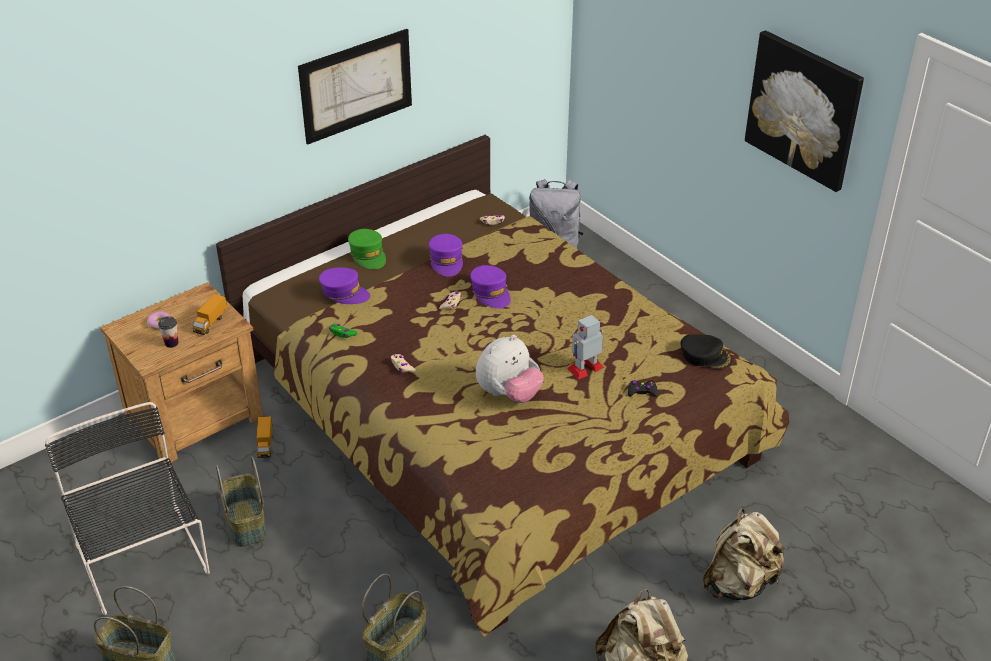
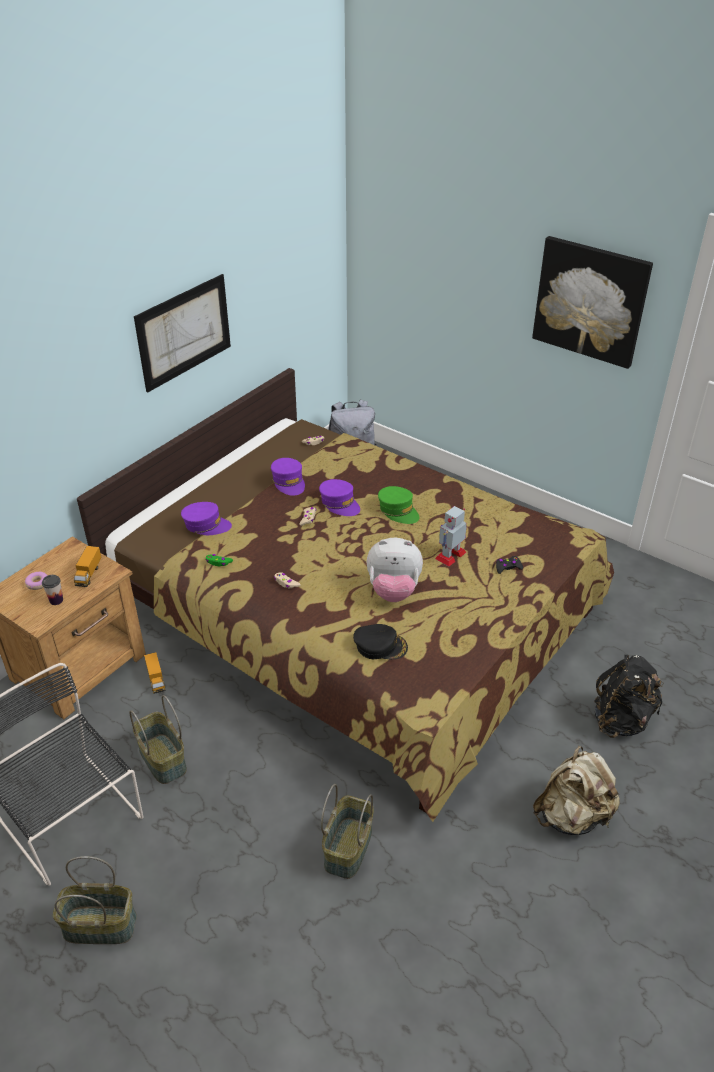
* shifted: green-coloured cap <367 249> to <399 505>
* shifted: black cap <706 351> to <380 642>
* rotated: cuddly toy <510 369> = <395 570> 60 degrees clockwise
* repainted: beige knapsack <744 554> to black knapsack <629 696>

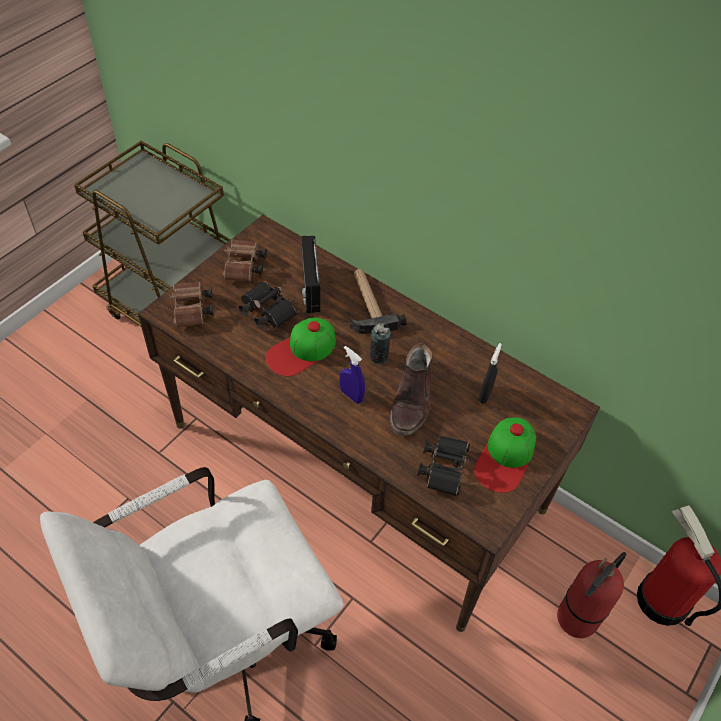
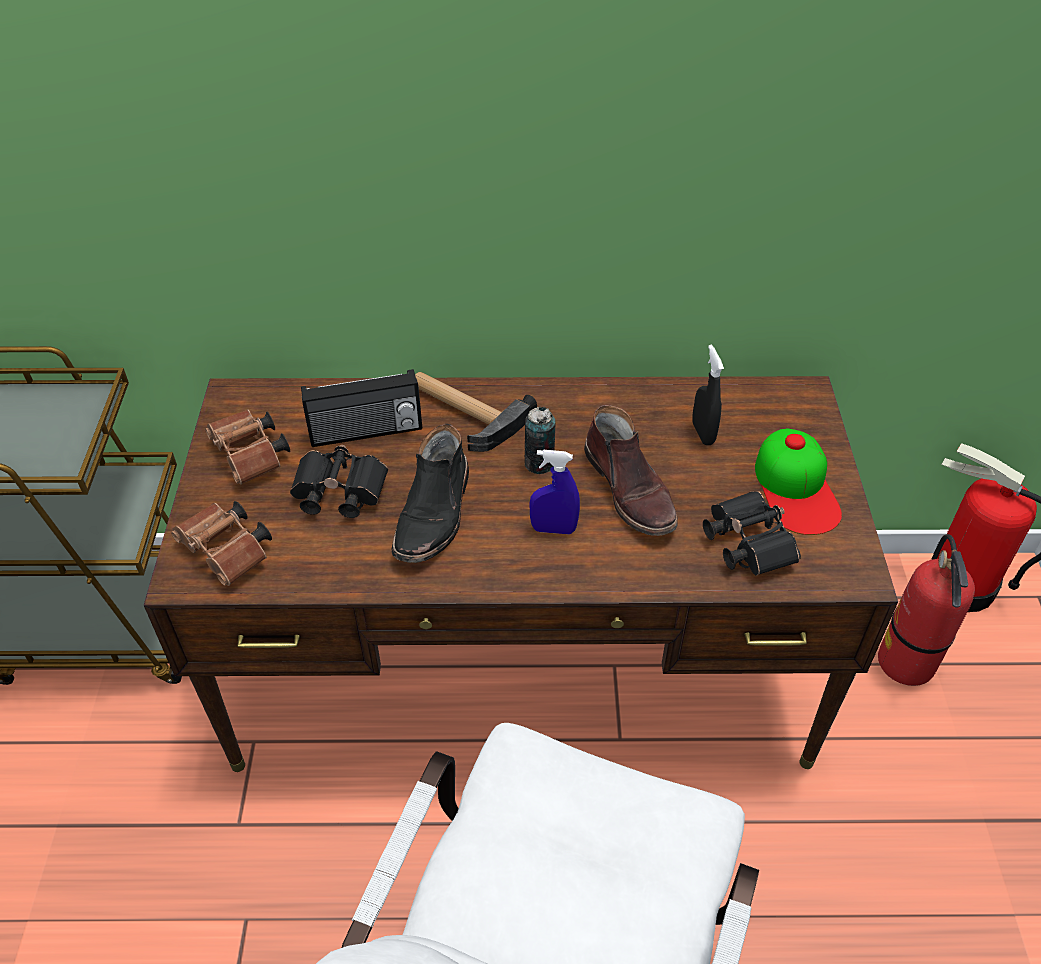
* rotated: radio <311 274> = <361 408> 60 degrees counterclockwise
* swapped: cap <301 346> to black tall boot <430 493>

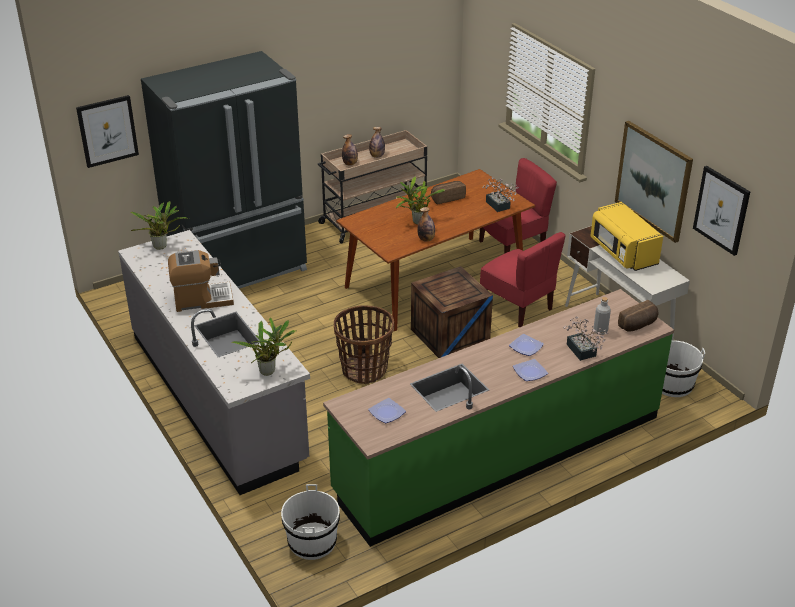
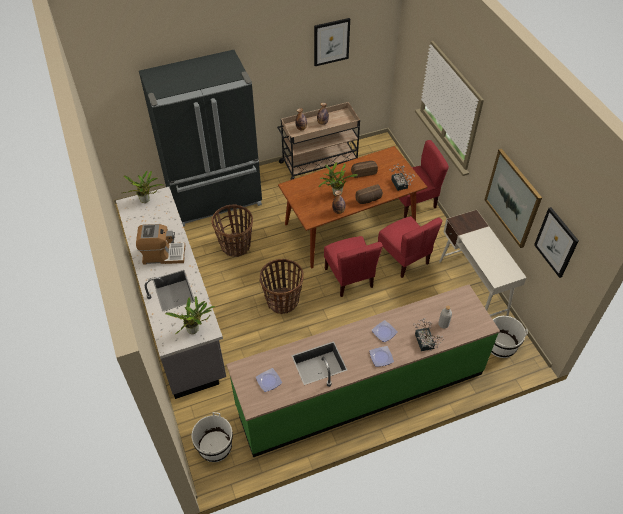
* shifted: wall picture <107 131> to <332 42>
* gone: yellow microwave oven <626 236>
* swapped: crate <452 312> to red-coloured upright chair <353 266>
* shifted: baked bread <638 316> to <369 194>
* new: basket <232 230>

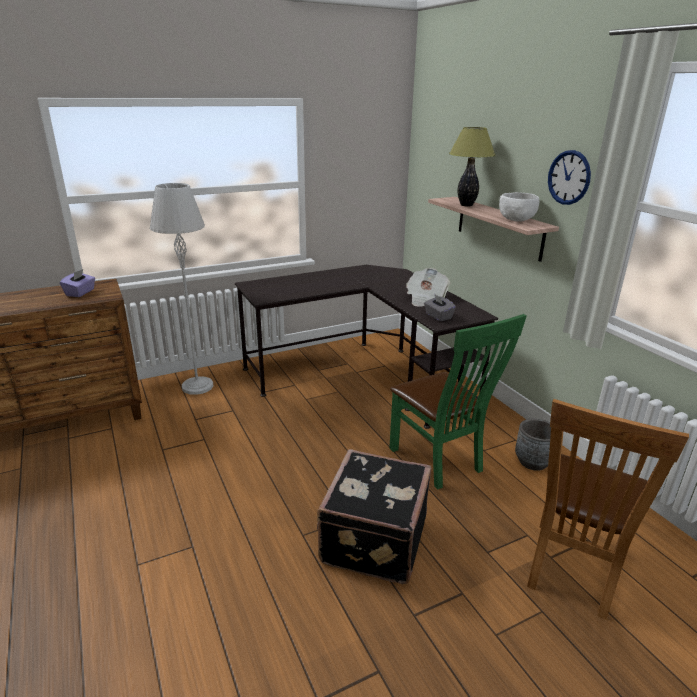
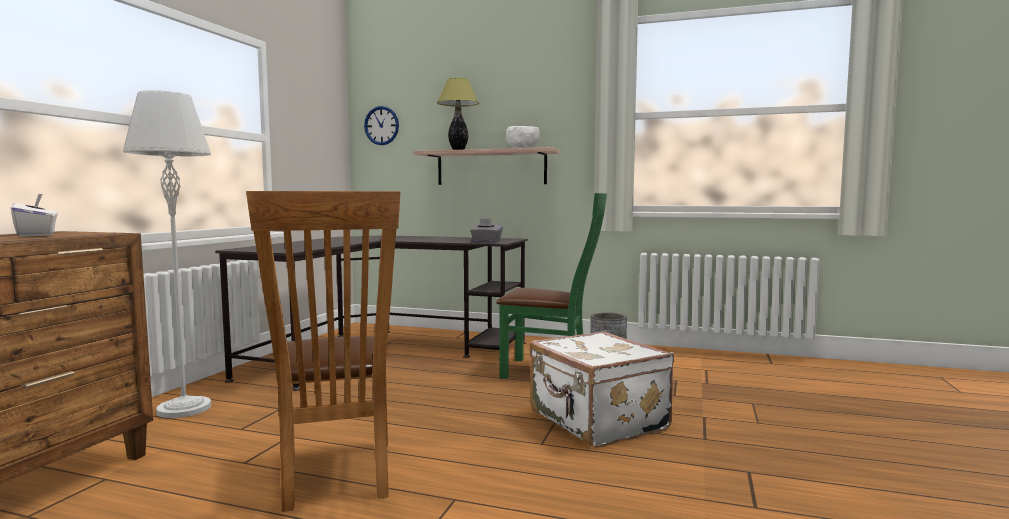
* shifted: clock on the wall <569 177> to <381 125>
* gone: printed paper <428 287>
* repainted: purple tissue box <77 283> to whitish tissue box <34 215>
* shifted: brown upright chair <608 509> to <323 351>
* repainted: black suitcase <374 516> to whitish suitcase <602 389>

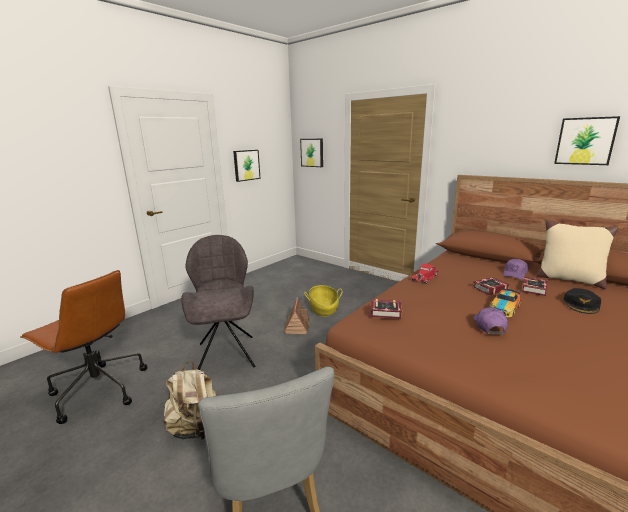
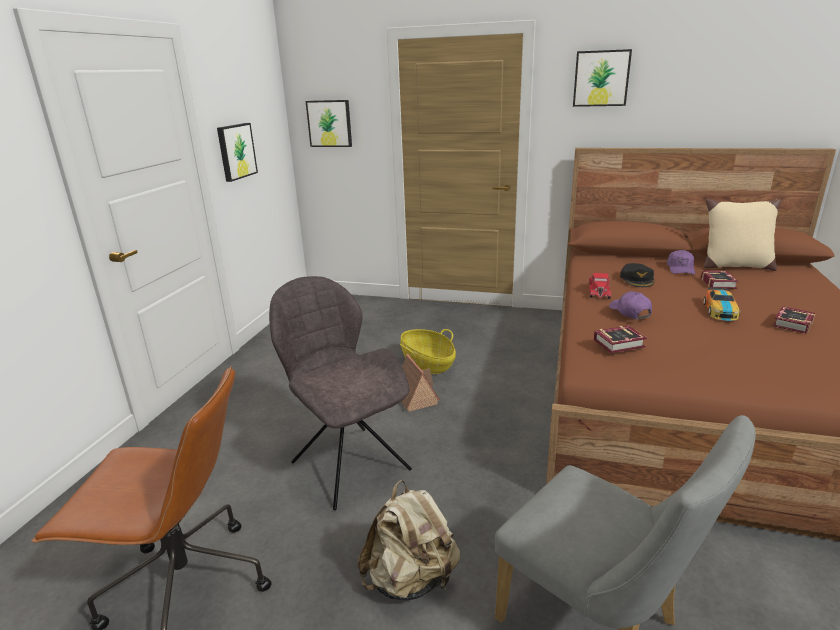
* shifted: wall picture <587 140> to <602 78>
* shifted: book <491 286> to <794 320>
* shifted: black cap <582 301> to <637 275>
* shifted: purple cap <491 320> to <630 305>

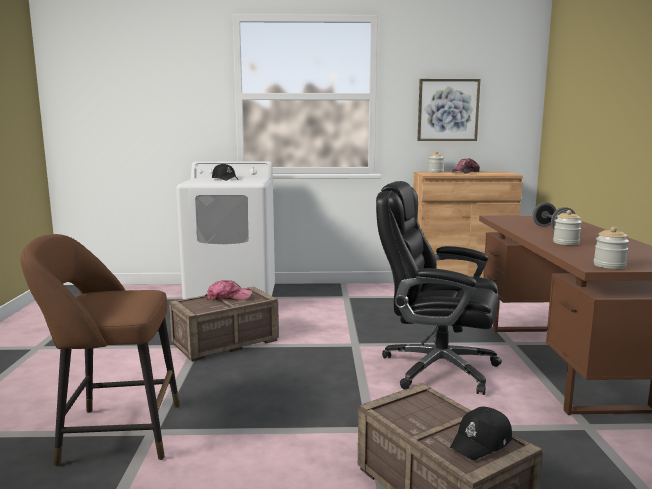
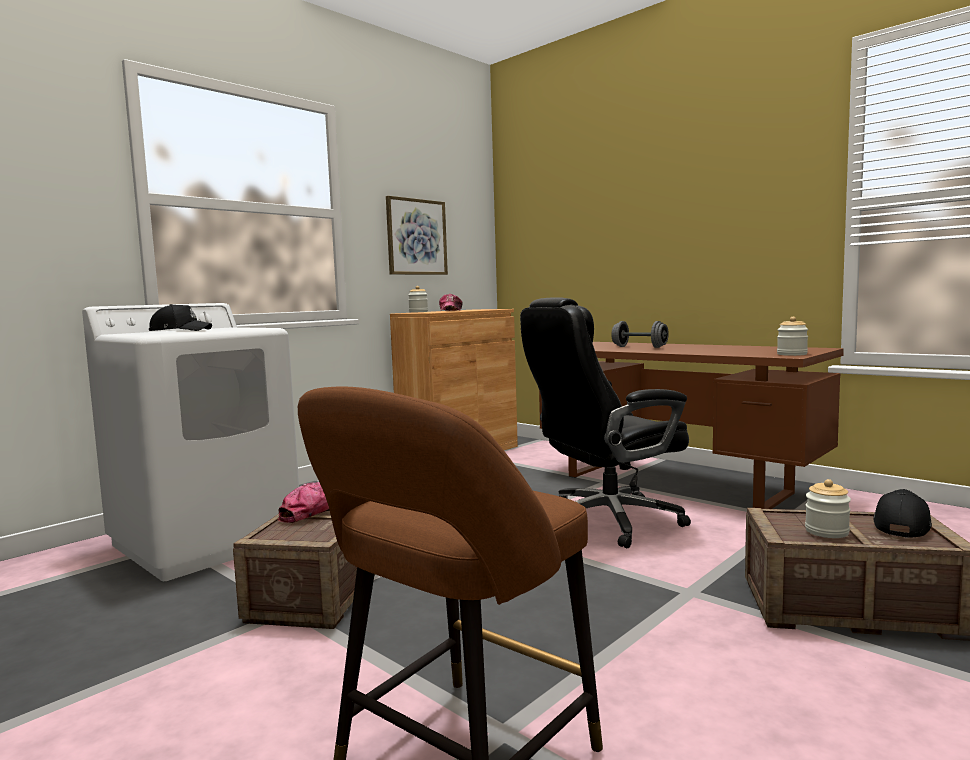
* shifted: storage jar <567 227> to <828 508>
* rotated: black cap <481 433> = <902 513> 150 degrees counterclockwise

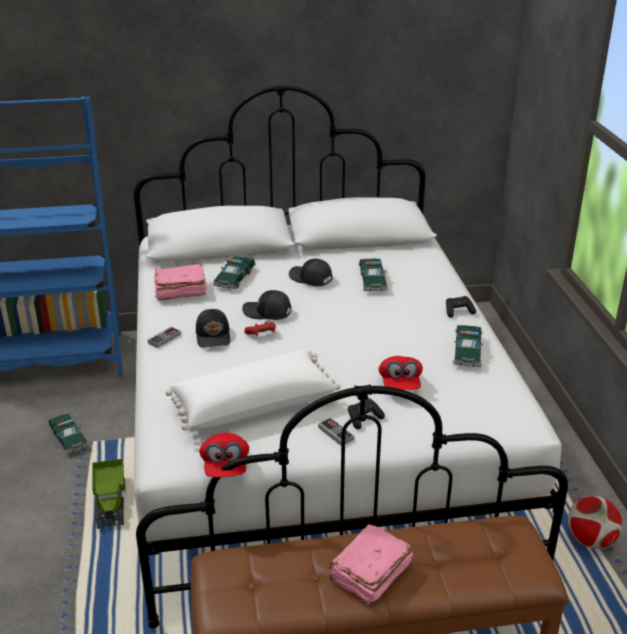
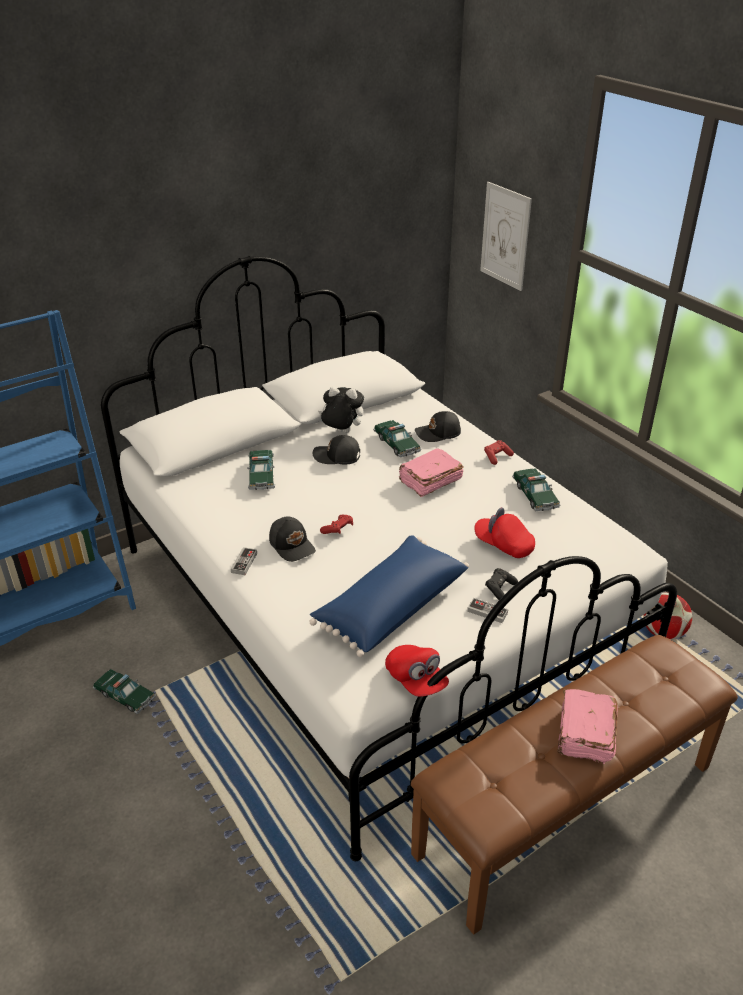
* shifted: pink book <180 282> to <431 472>
* shifted: black cap <266 305> to <438 426>
* repainted: black gamepad <461 307> to red-coloured gamepad <499 452>
* repainted: whitish pillow <253 390> to bluish pillow <389 596>
* rotated: red-coloured cap <400 373> = <504 532> 150 degrees clockwise
* gone: toy lorry <109 494>
* new: wall picture <506 236>
* new: cuddly toy <341 409>

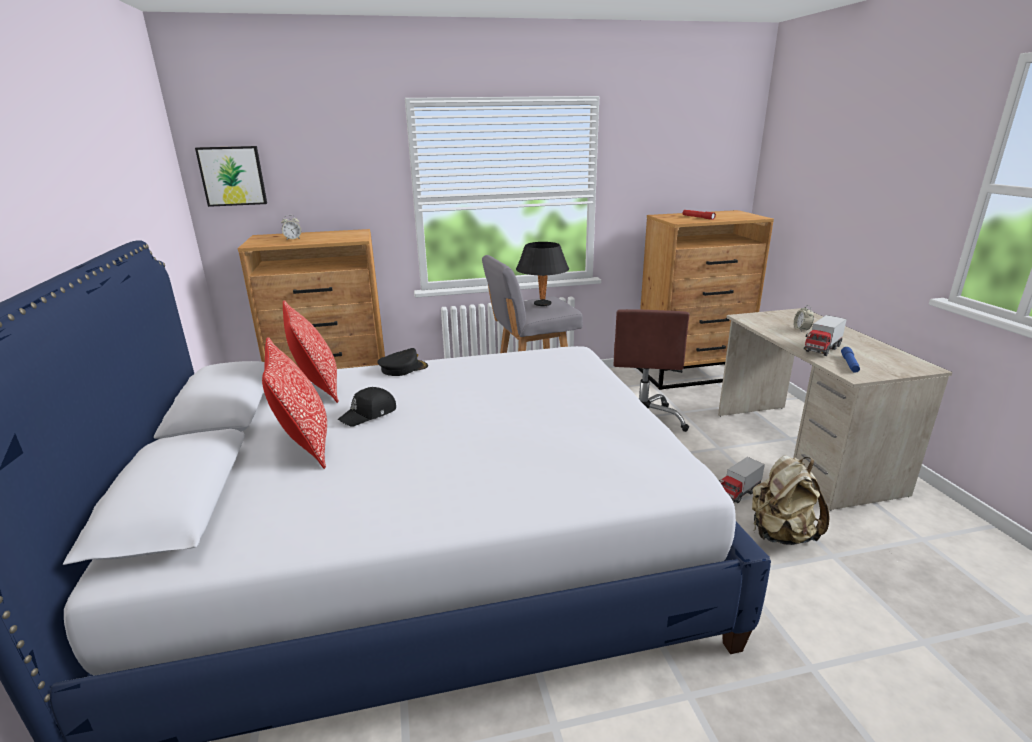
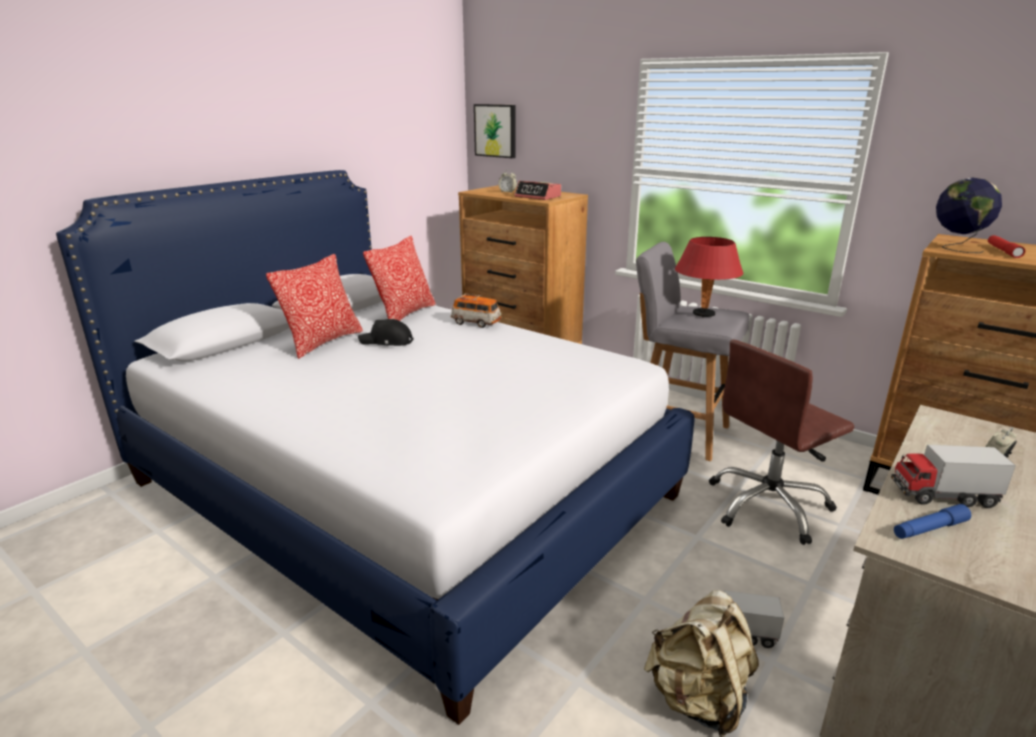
* repainted: black lamp for a table <542 274> to red-coloured lamp for a table <709 277>
* swapped: black cap <402 362> to model car <476 311>
* new: globe <969 215>
* new: bedside clock <537 190>

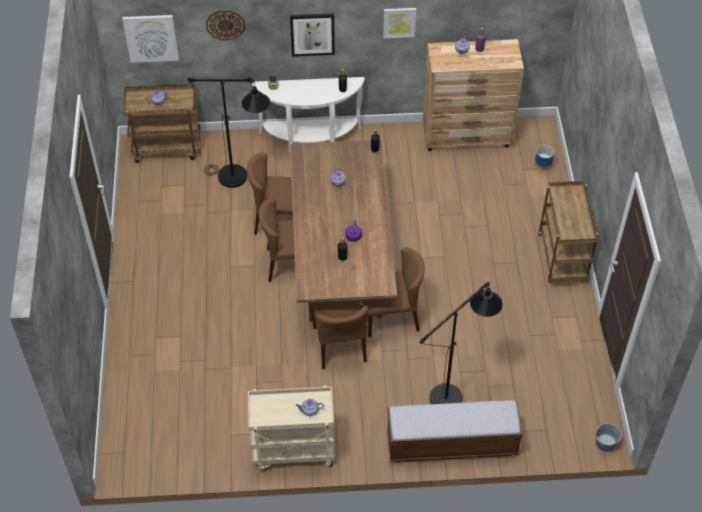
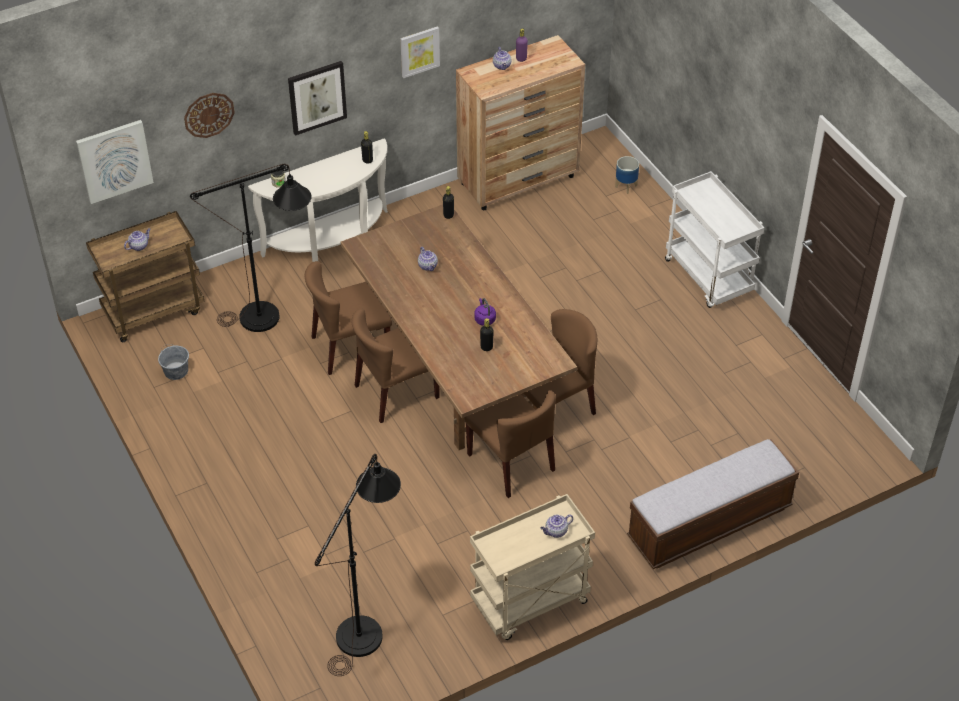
* repainted: brown trolley <568 231> to whitish trolley <715 239>
* shifted: black floor lamp <461 343> to <358 565>
* shifted: greyish water bucket <608 437> to <173 362>

